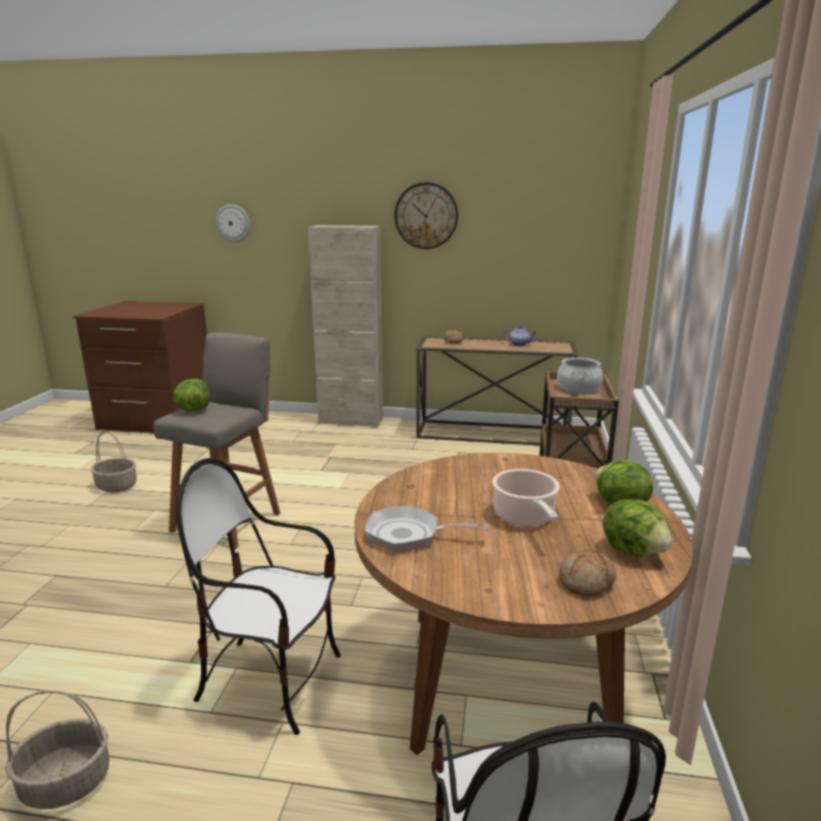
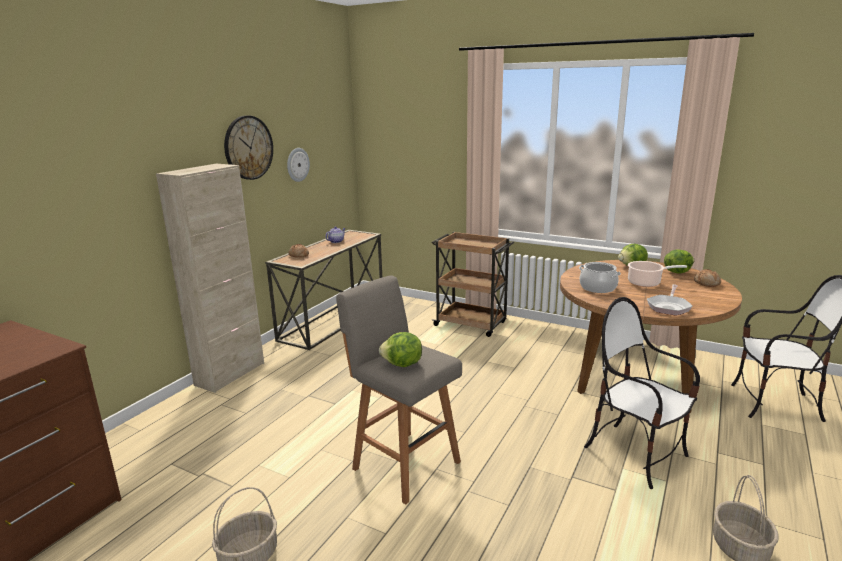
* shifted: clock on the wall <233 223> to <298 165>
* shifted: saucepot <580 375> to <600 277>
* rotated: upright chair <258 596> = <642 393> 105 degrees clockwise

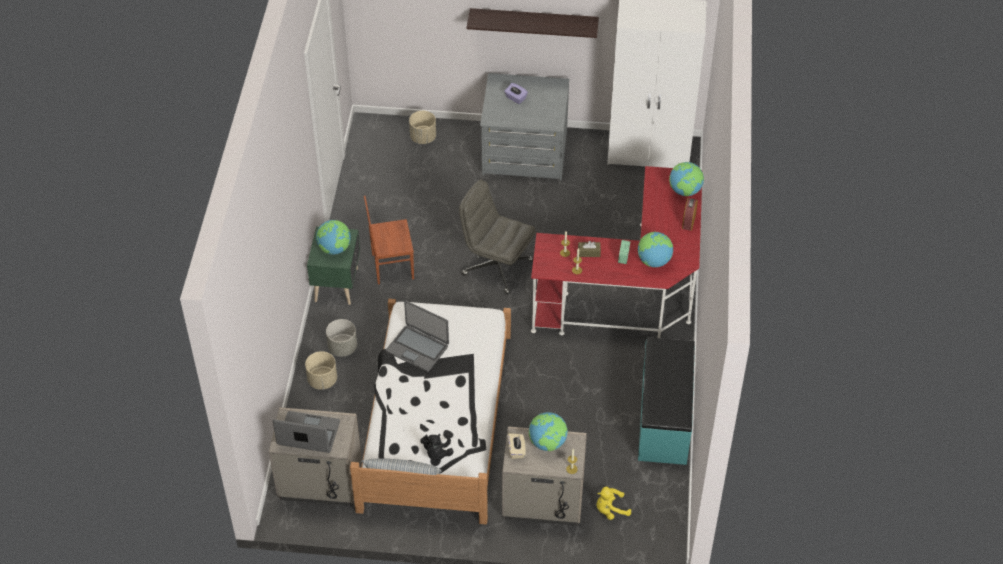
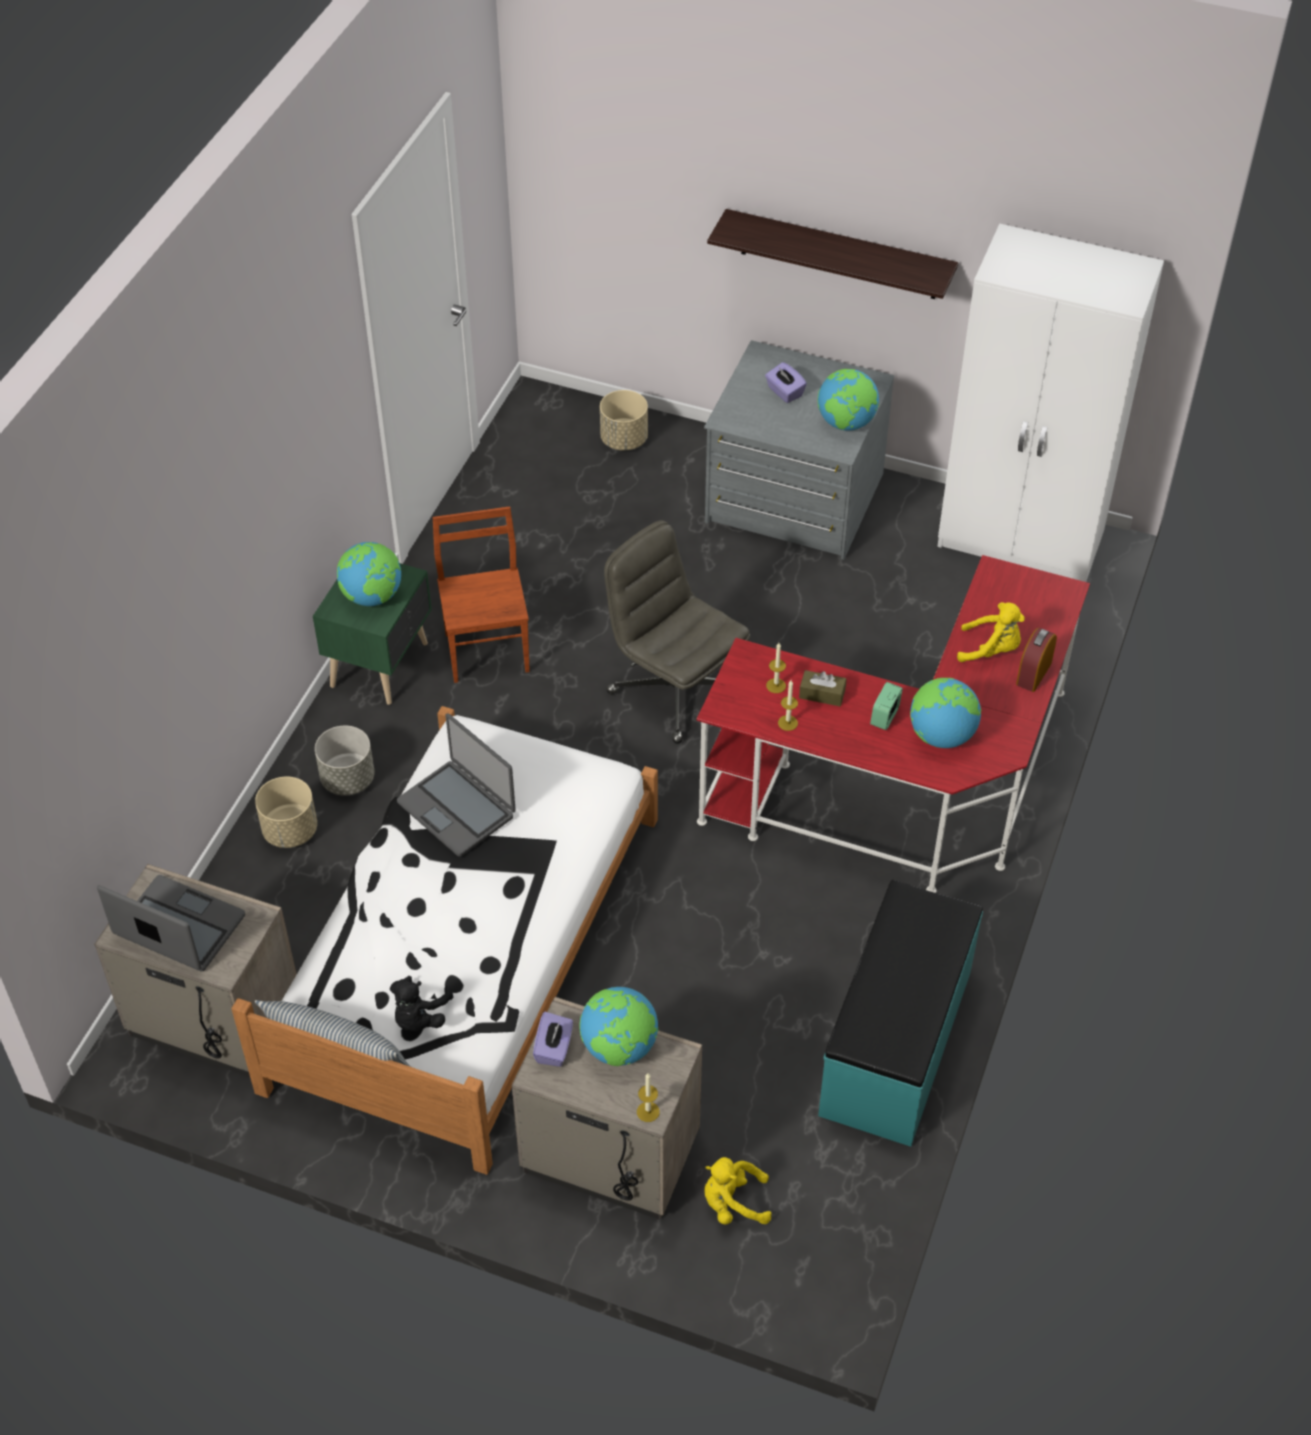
* shifted: globe <686 179> to <848 400>
* rotated: brown upright chair <389 240> = <481 594> 75 degrees clockwise
* repainted: beige tissue box <517 446> to purple tissue box <553 1039>
* new: yellow cuddly toy <991 632>

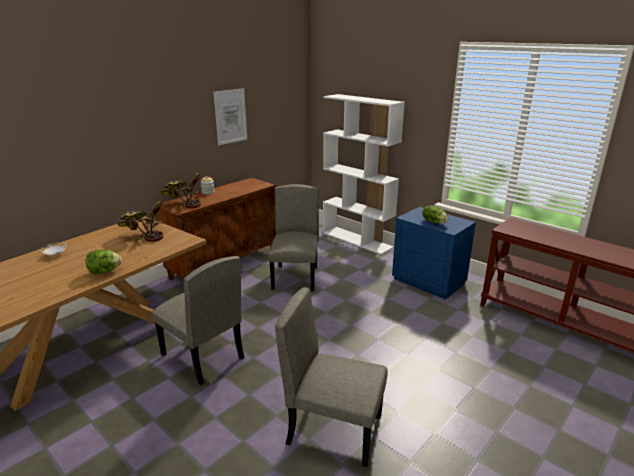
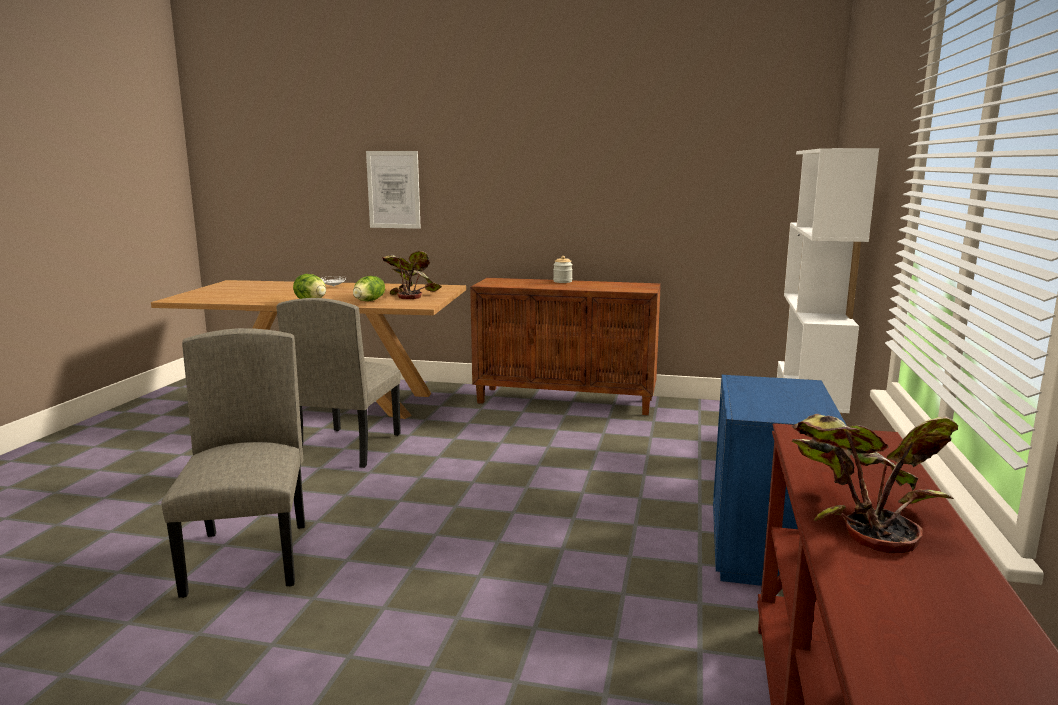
* shifted: wall picture <230 116> to <393 190>
* shifted: houseplant <181 190> to <874 483>
* gone: beige upright chair <293 237>
* shifted: lettuce head <435 214> to <369 288>

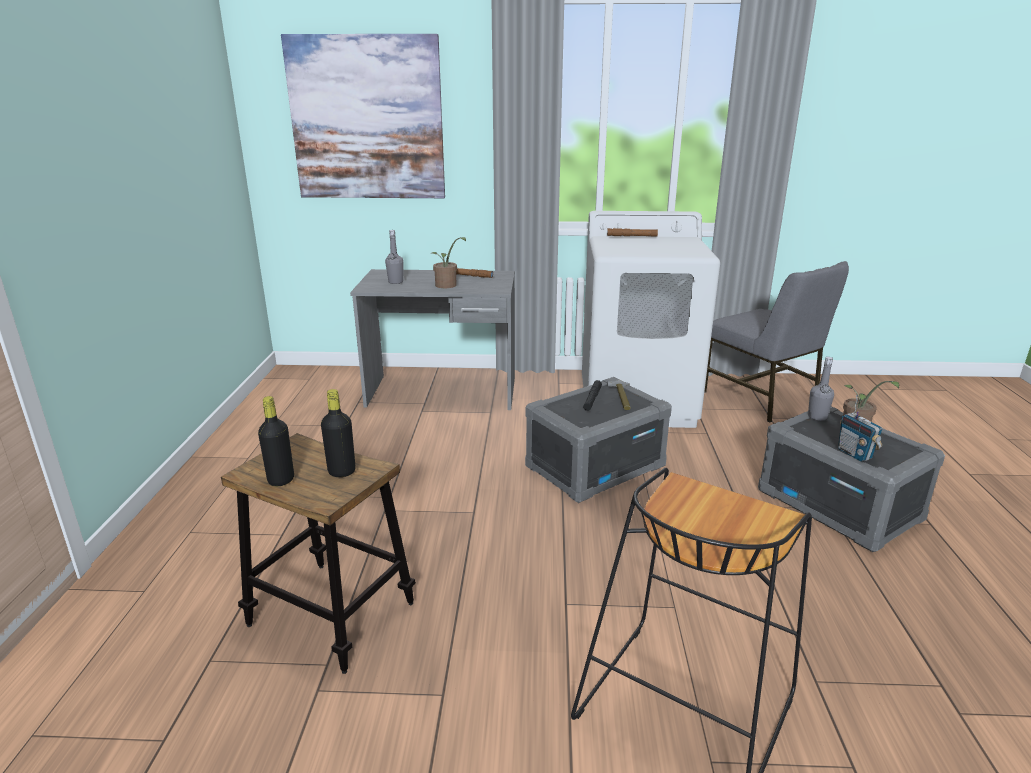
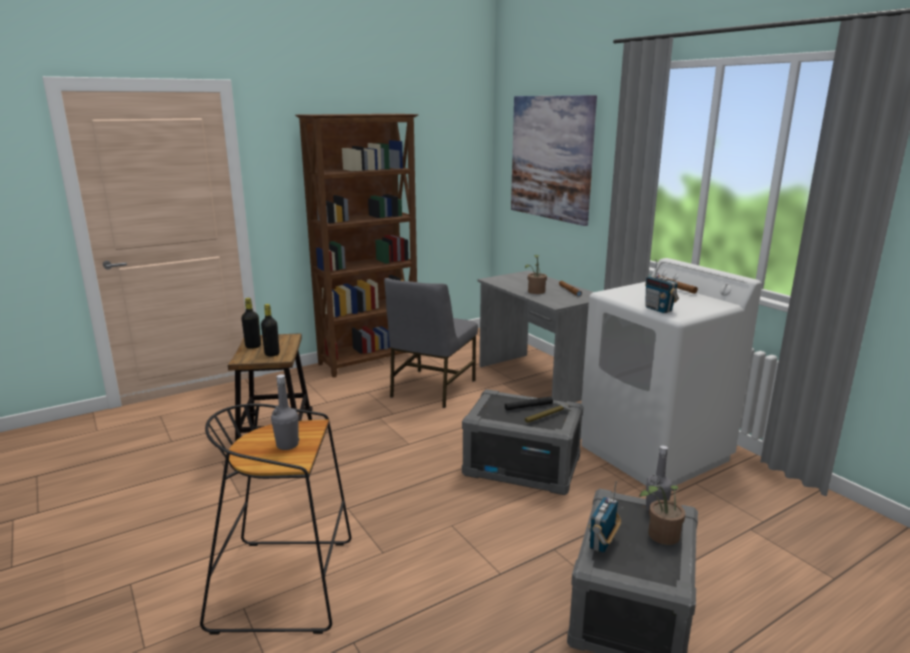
* shifted: greyish beverage bottle <394 257> to <285 412>
* shifted: greyish upright chair <776 341> to <431 343>
* new: brown bookcase <356 246>
* new: radio <662 286>

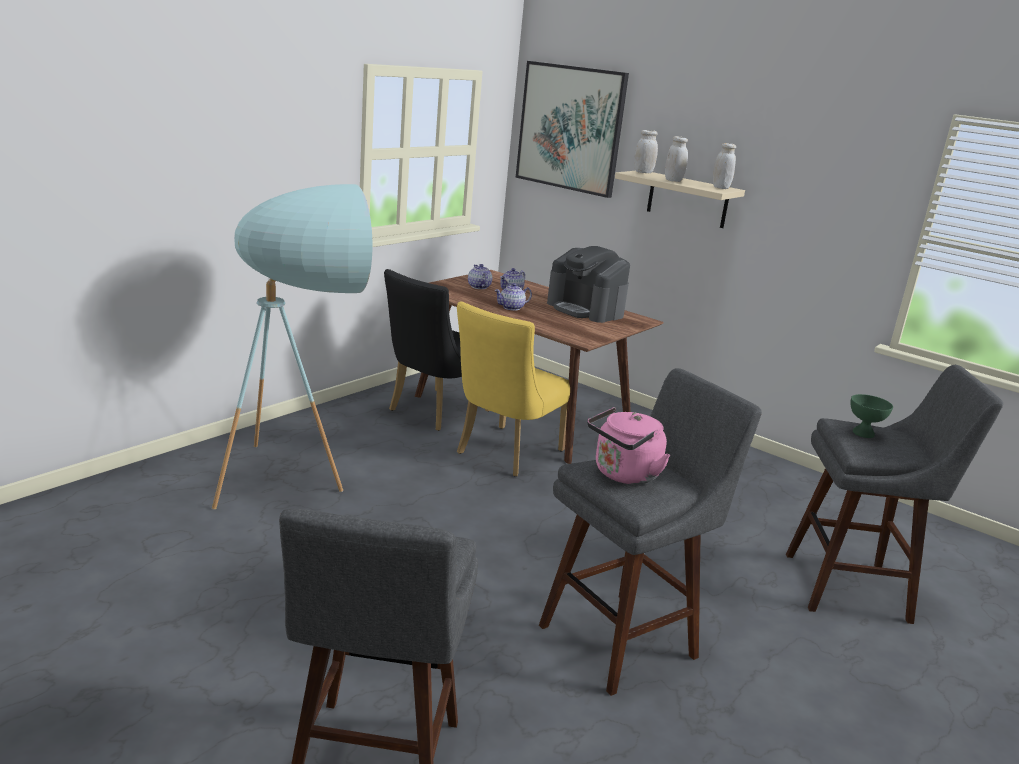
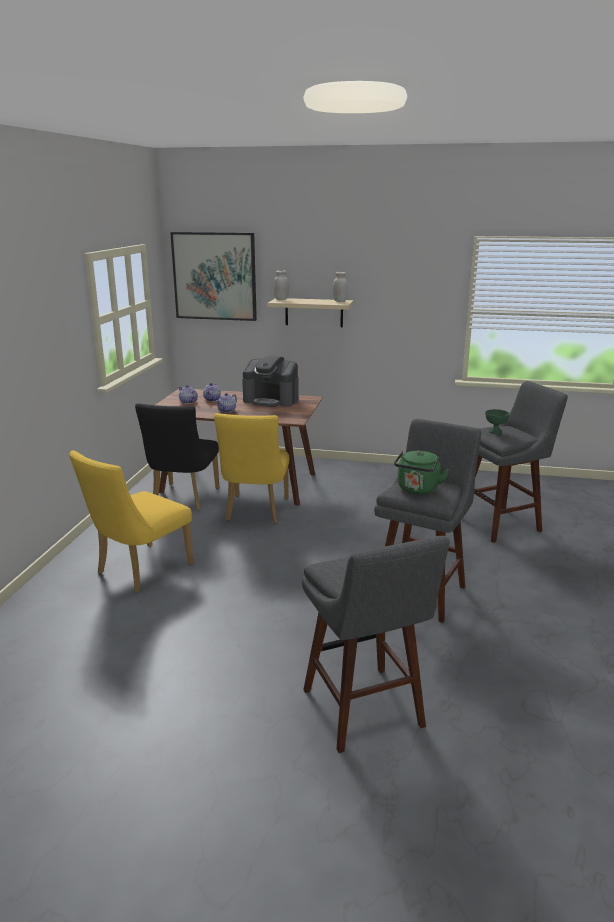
* gone: whitish storage jar <676 159>
* swapped: blue-green floor lamp <292 347> to yellow upright chair <131 521>
* repainted: pink water kettle <629 446> to green-coloured water kettle <422 472>

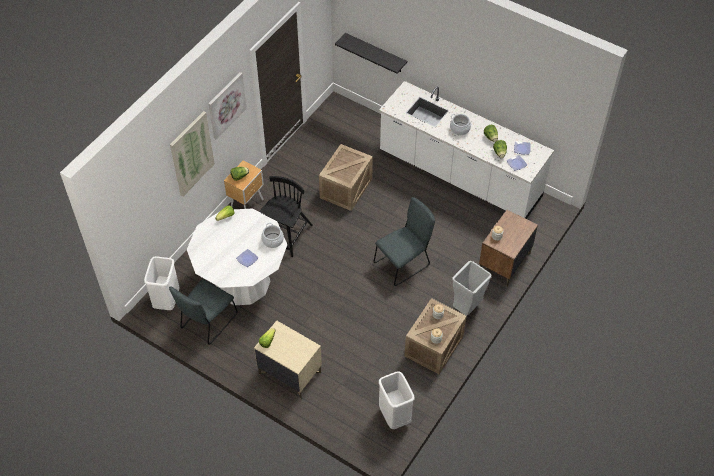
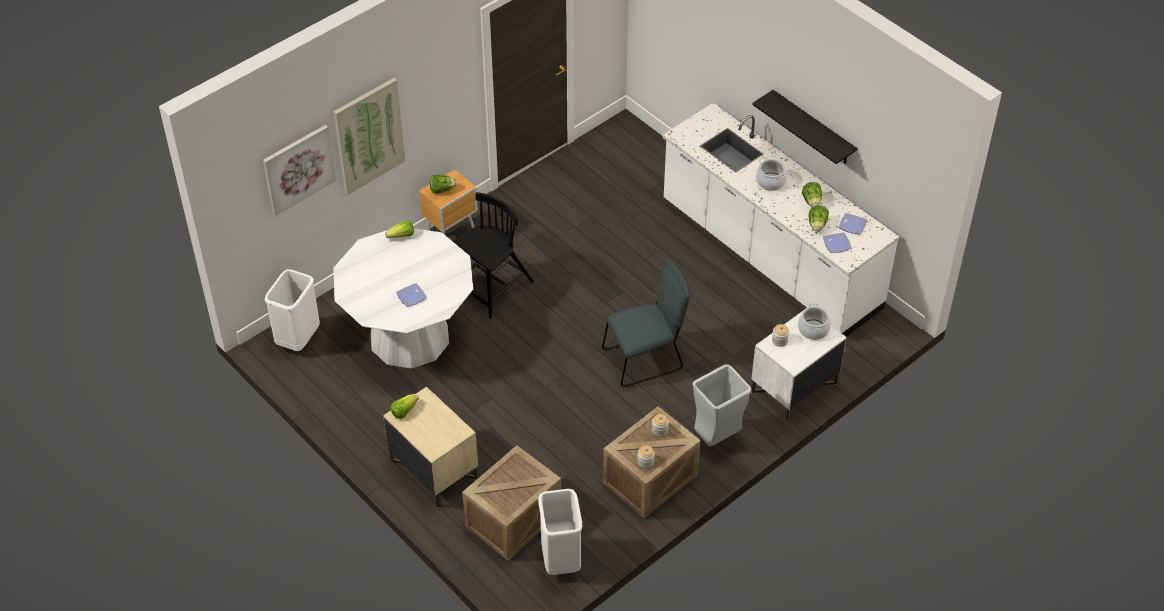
* shifted: black bracket shelf <371 53> to <804 127>
* shifted: wall picture <227 105> to <299 170>
* shifted: crate <346 177> to <511 503>
* repainted: brown night table <508 248> to whitish night table <799 364>
* shifted: saucepot <272 235> to <814 321>
* gone: greyish upright chair <203 312>

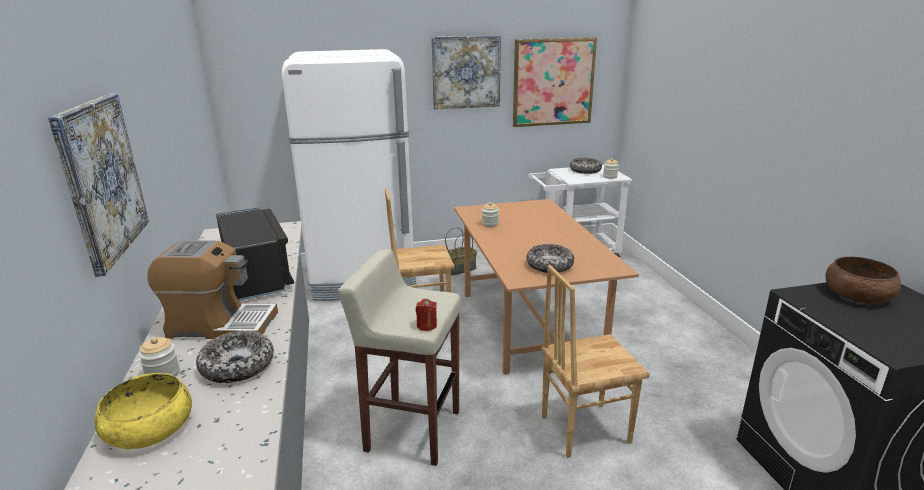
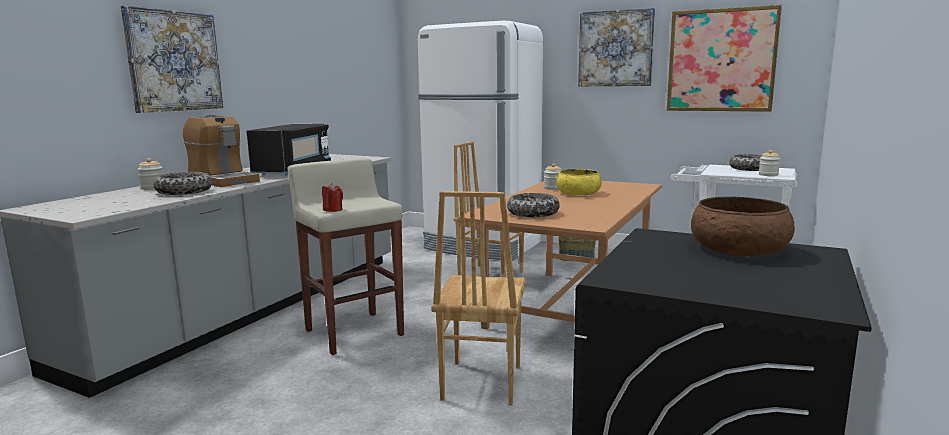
* rotated: brown upright chair <596 361> = <478 298> 105 degrees counterclockwise
* shifted: yellow serving bowl <143 411> to <579 182>

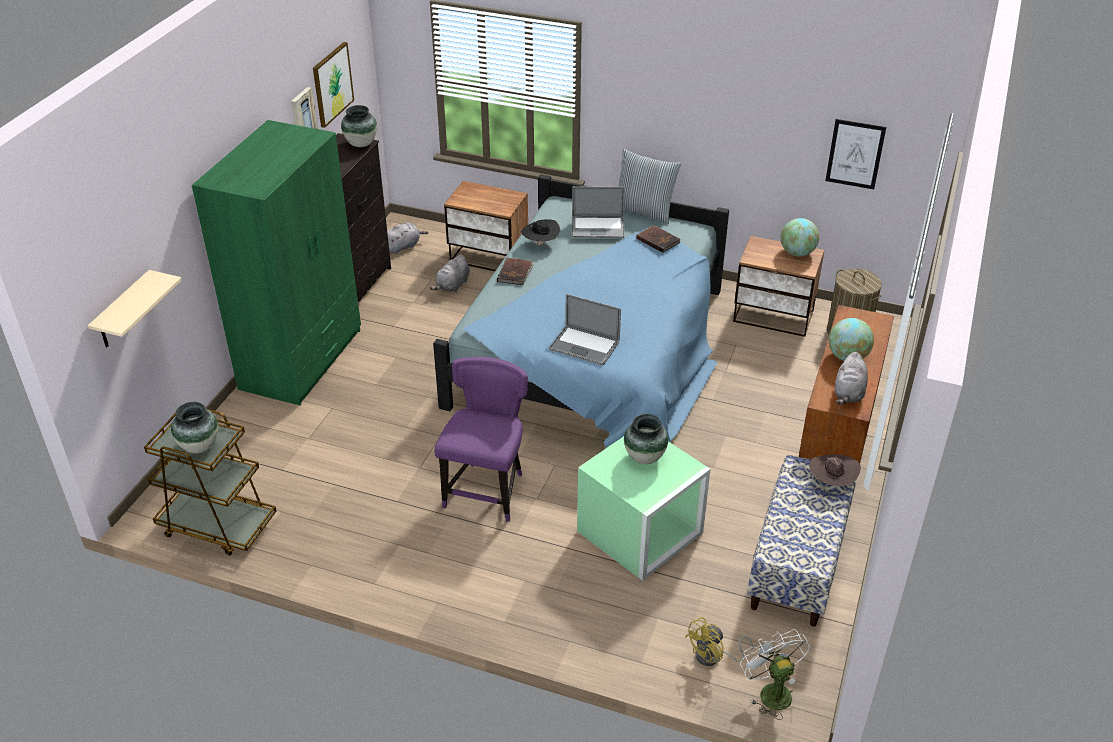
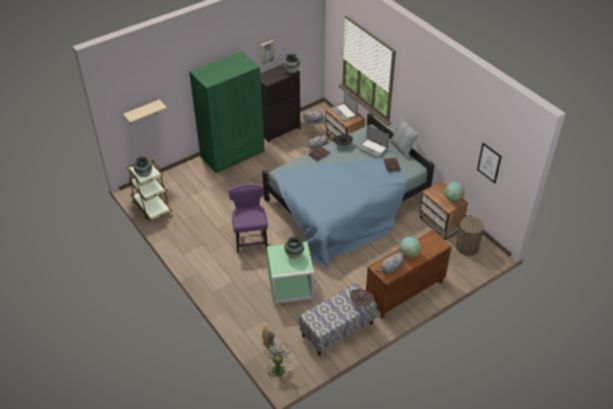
* gone: wall picture <333 85>
* shifted: laptop <585 329> to <344 106>
* rotated: purple upright chair <481 439> = <248 218> 60 degrees counterclockwise

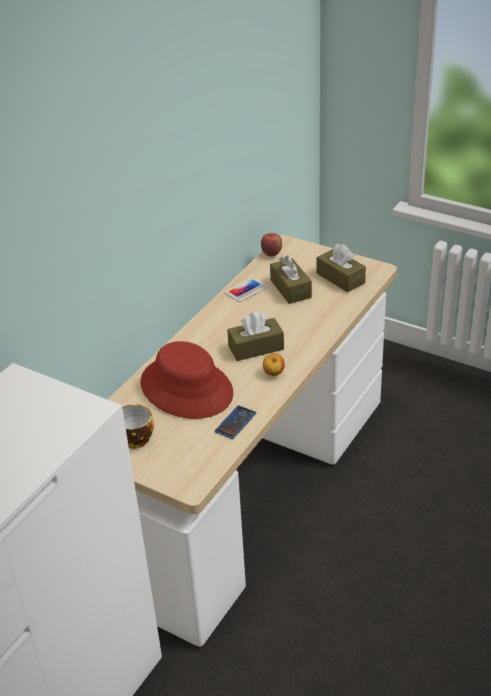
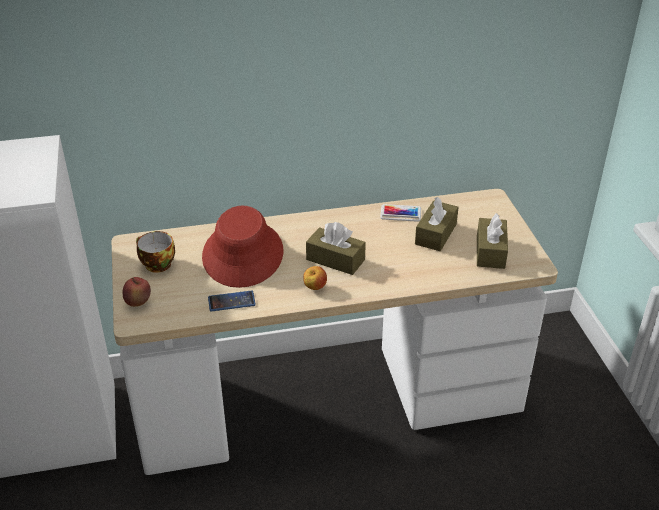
* shifted: whole apple <271 245> to <137 292>

